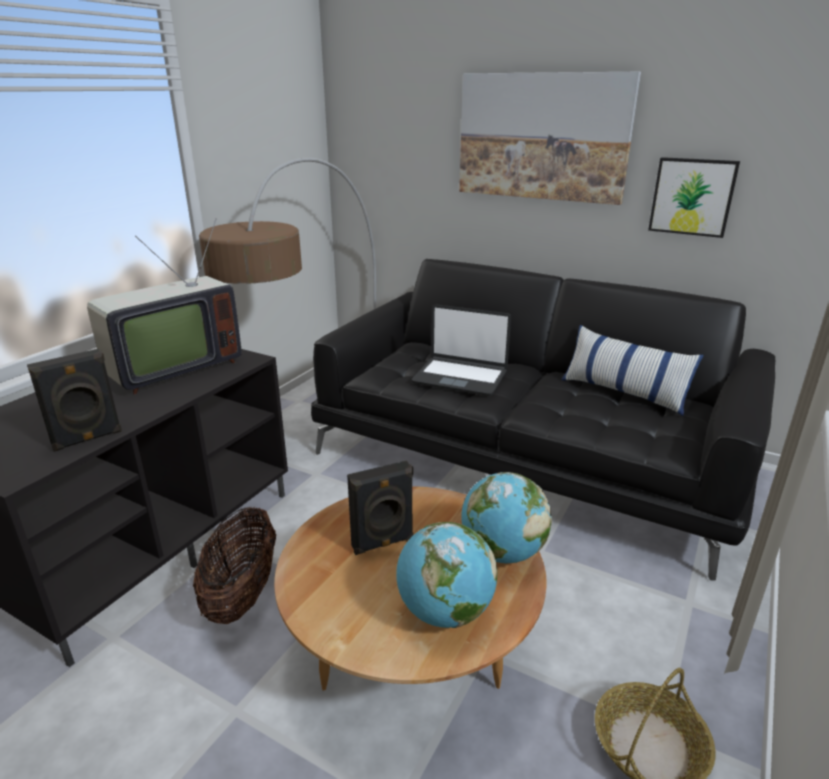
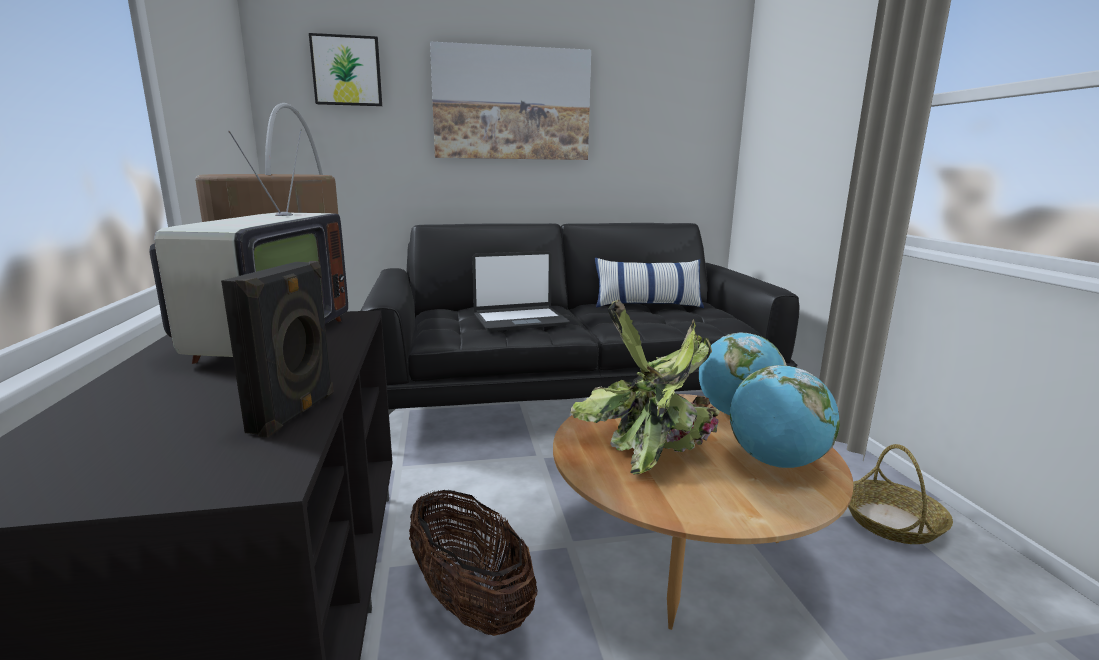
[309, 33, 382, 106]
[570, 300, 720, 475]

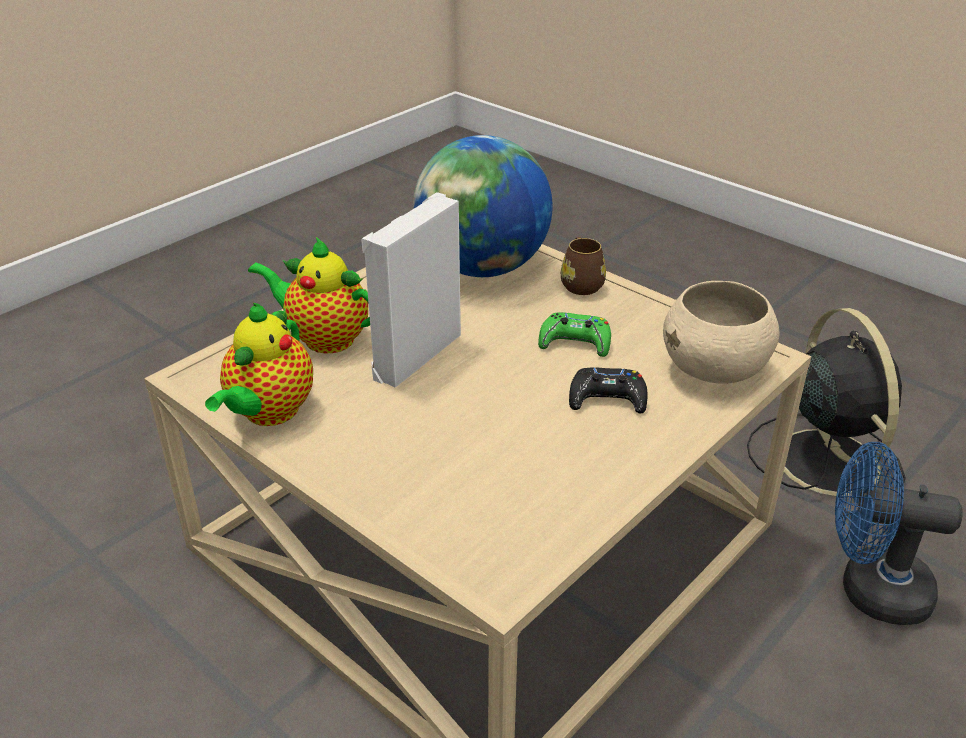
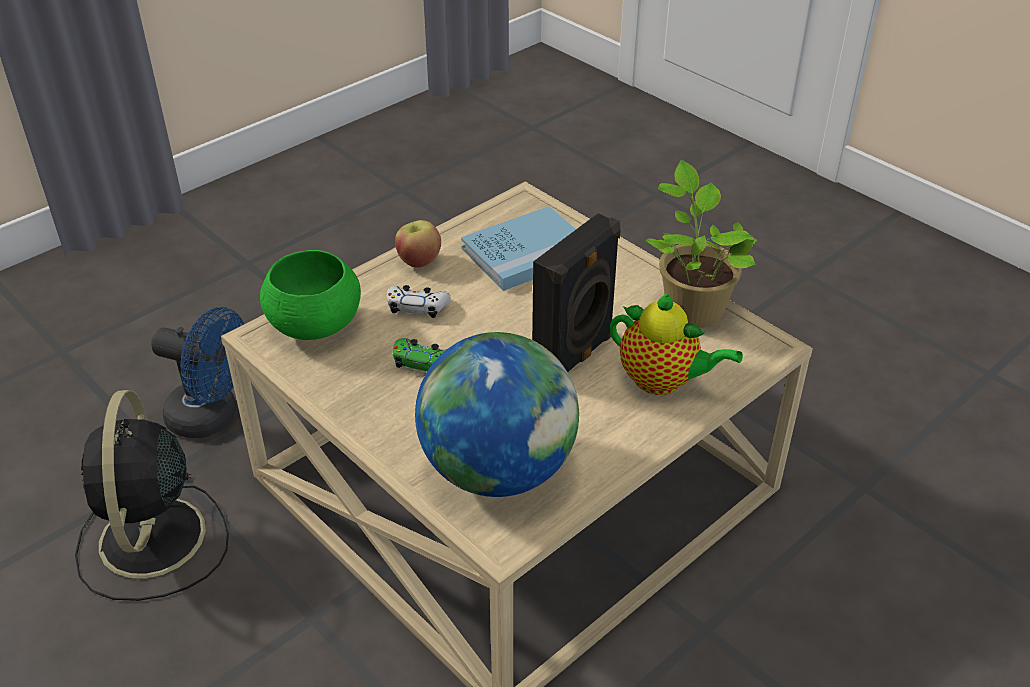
[532, 213, 621, 372]
[561, 237, 606, 295] (first image)
[260, 250, 361, 340]
[646, 160, 757, 328]
[387, 285, 451, 318]
[461, 206, 576, 291]
[395, 220, 441, 268]

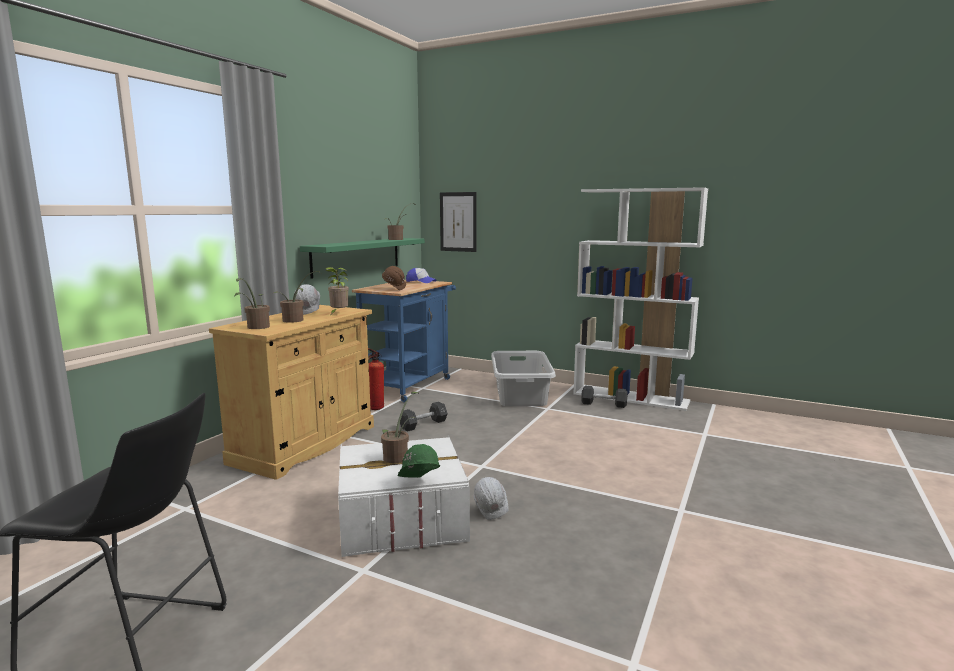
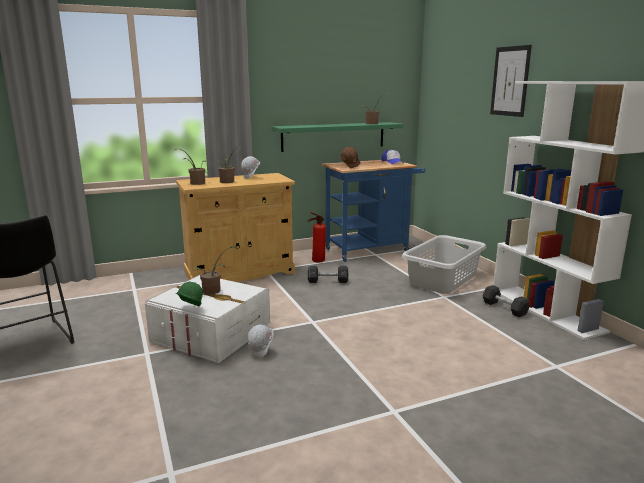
[490, 45, 532, 117]
[325, 267, 349, 314] (first image)

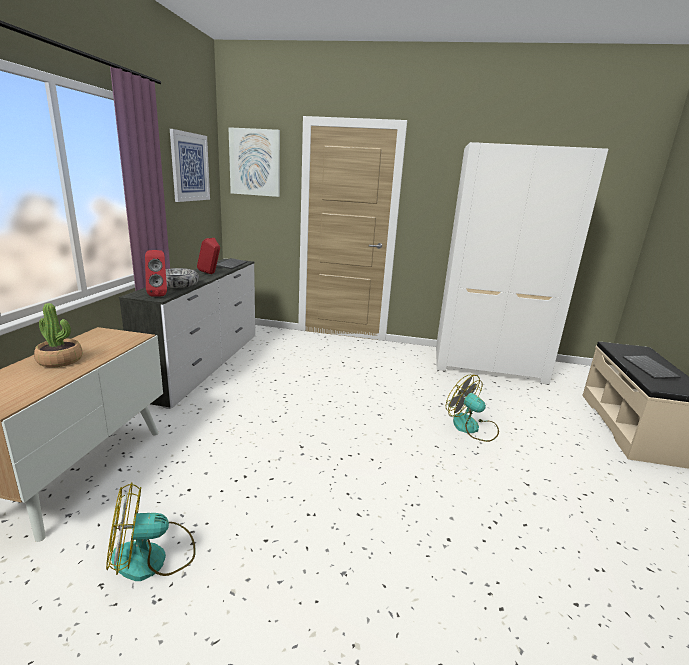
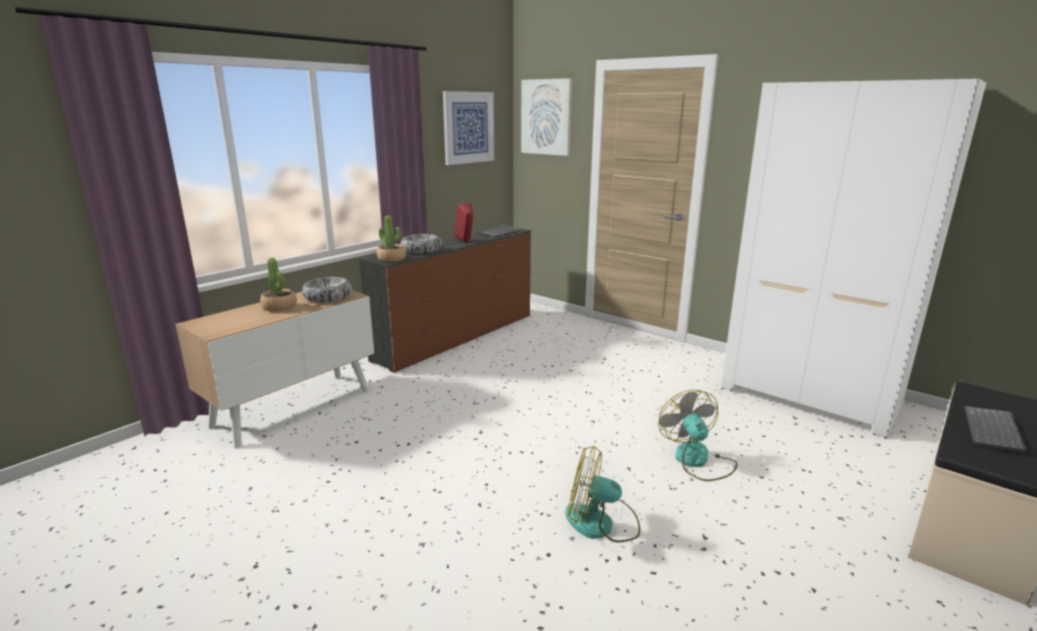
[377, 216, 406, 262]
[358, 226, 531, 373]
[565, 446, 640, 542]
[302, 277, 352, 302]

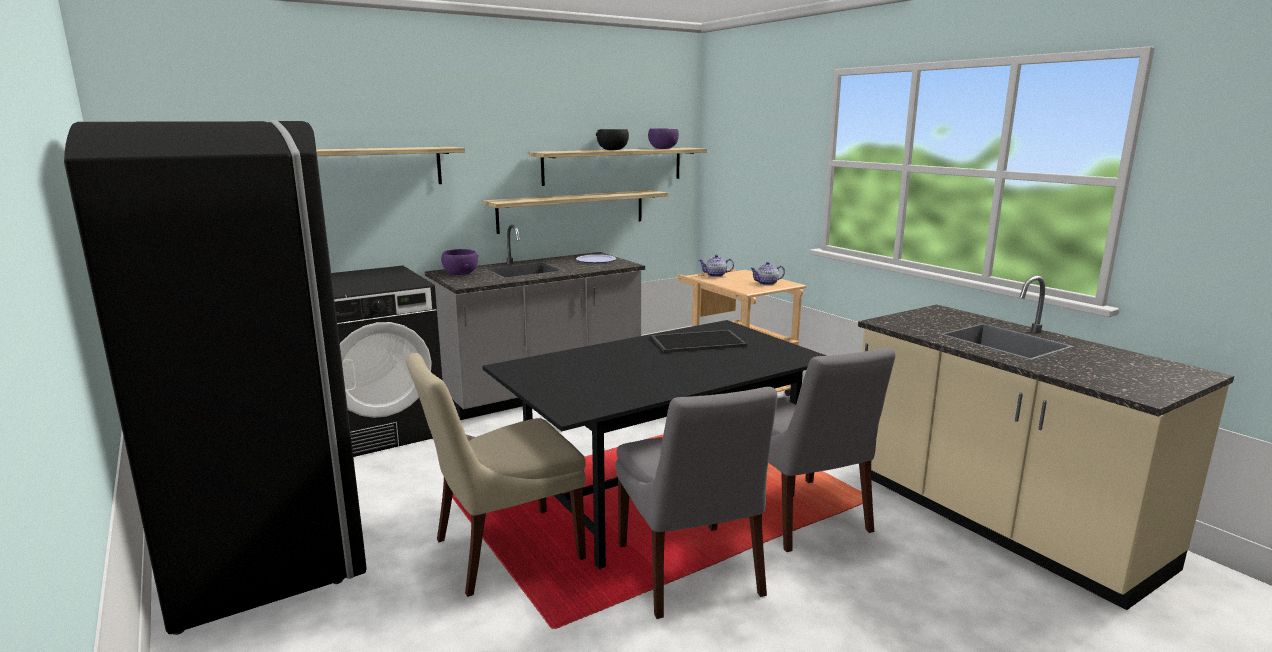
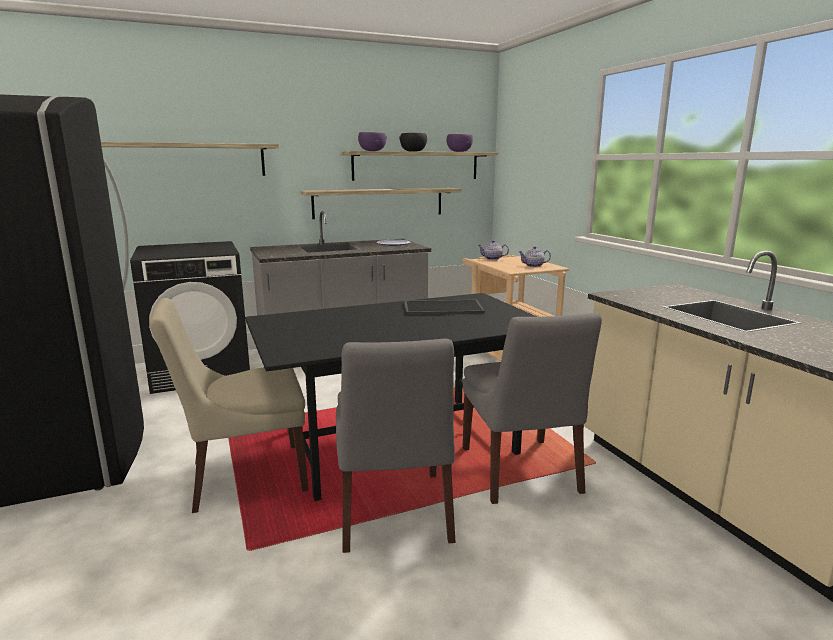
[358, 132, 387, 151]

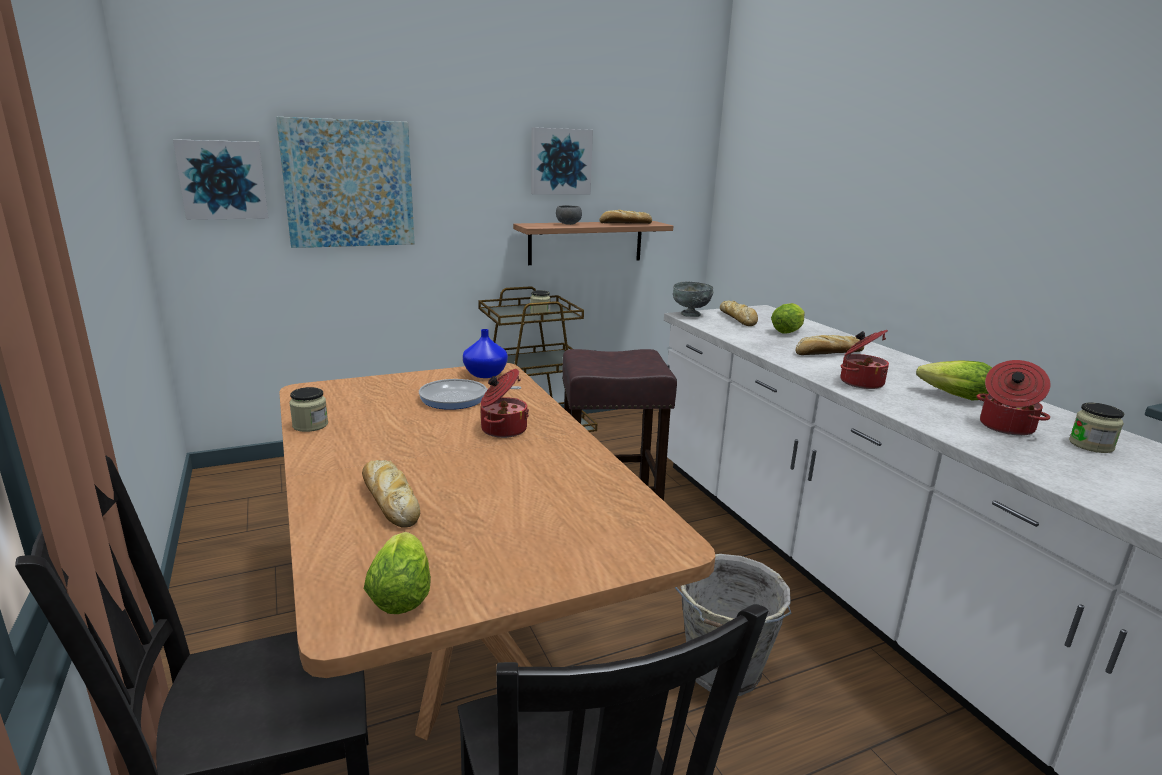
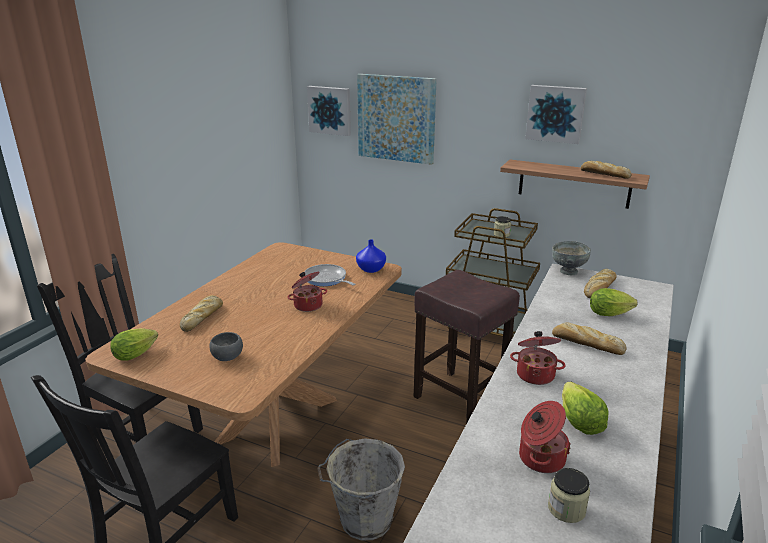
[209, 332, 243, 361]
[289, 387, 328, 432] (first image)

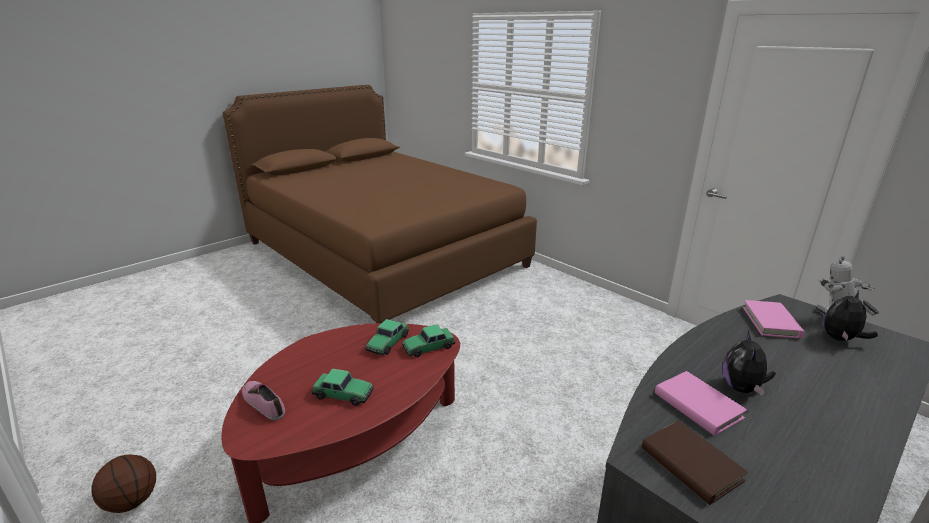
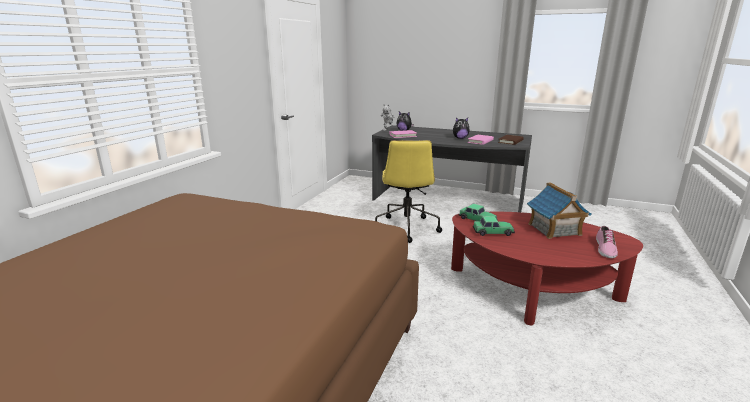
[527, 182, 591, 239]
[91, 454, 156, 513] (first image)
[375, 140, 442, 243]

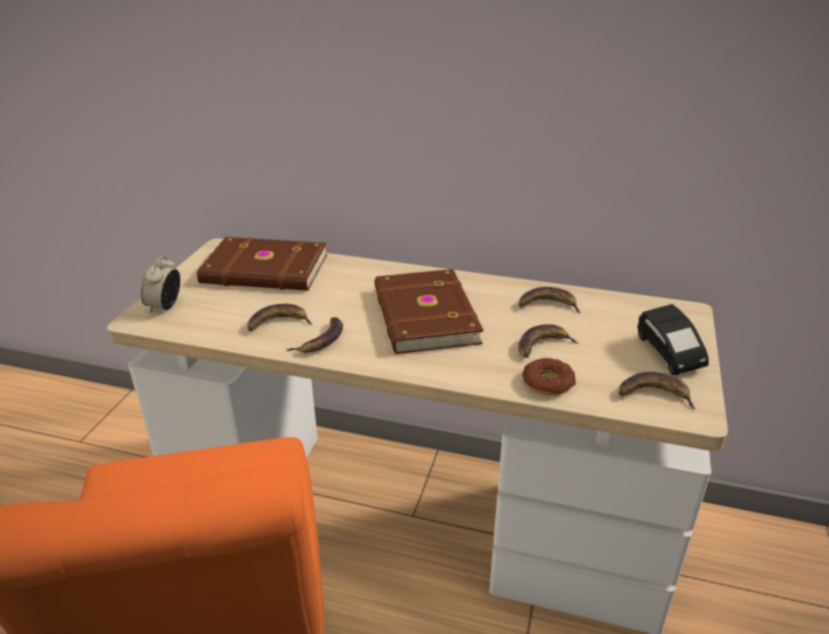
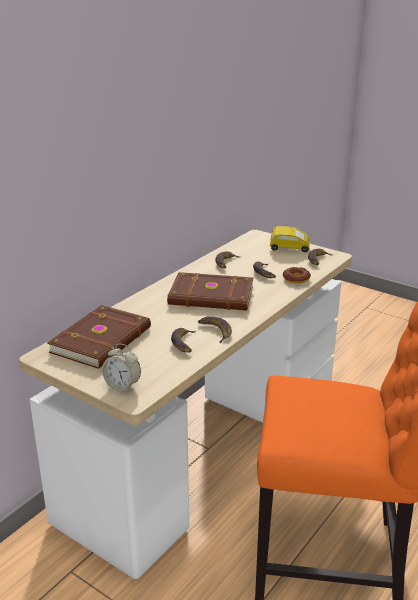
[270, 226, 310, 252]

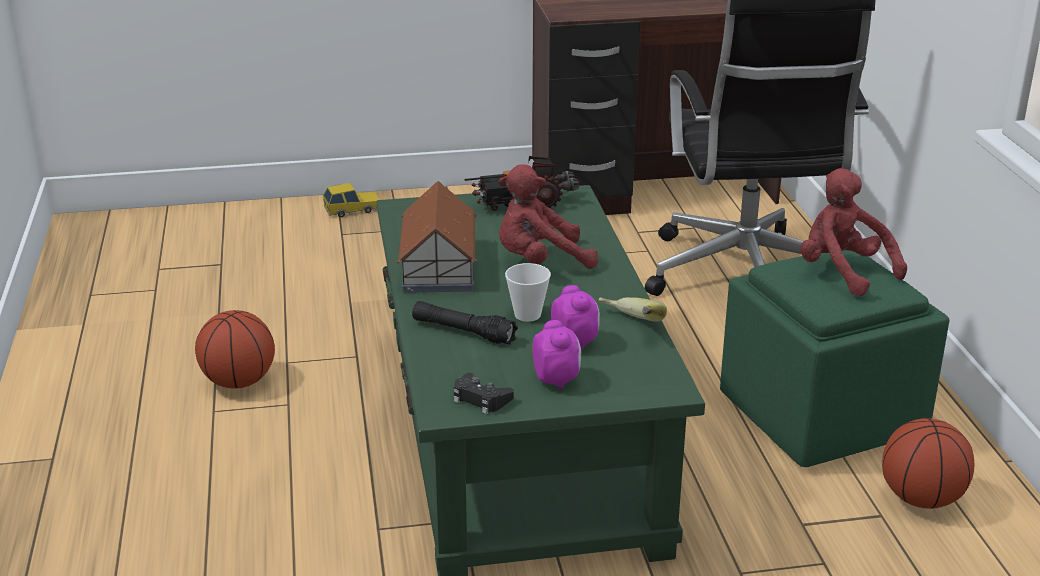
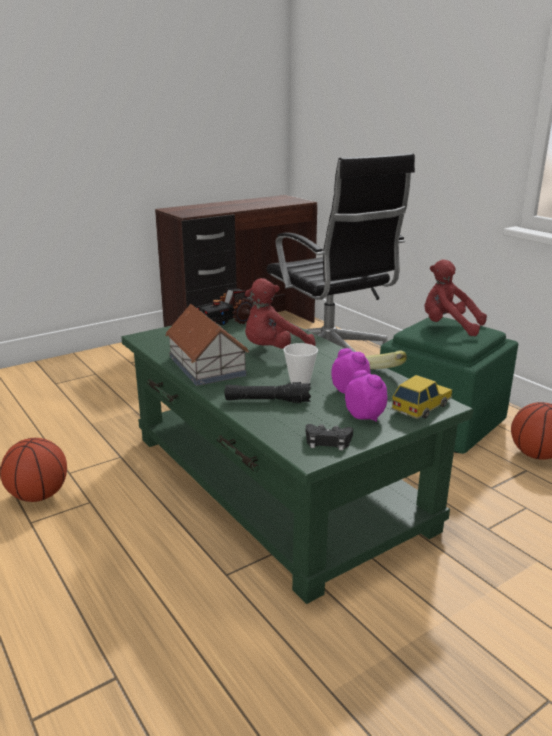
[391, 375, 453, 419]

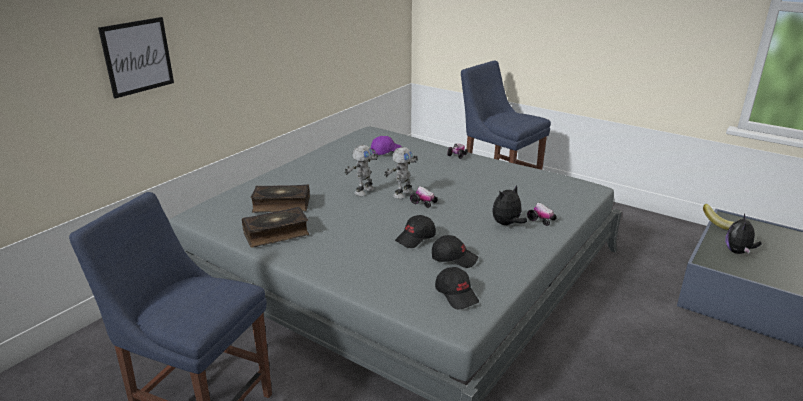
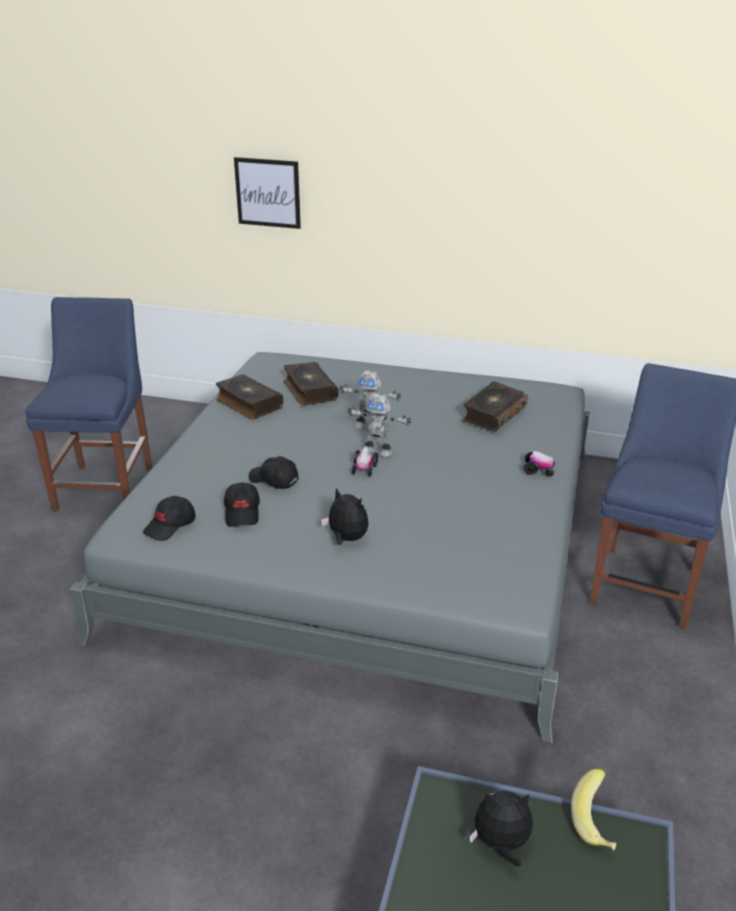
[462, 381, 528, 432]
[527, 202, 556, 226] (first image)

